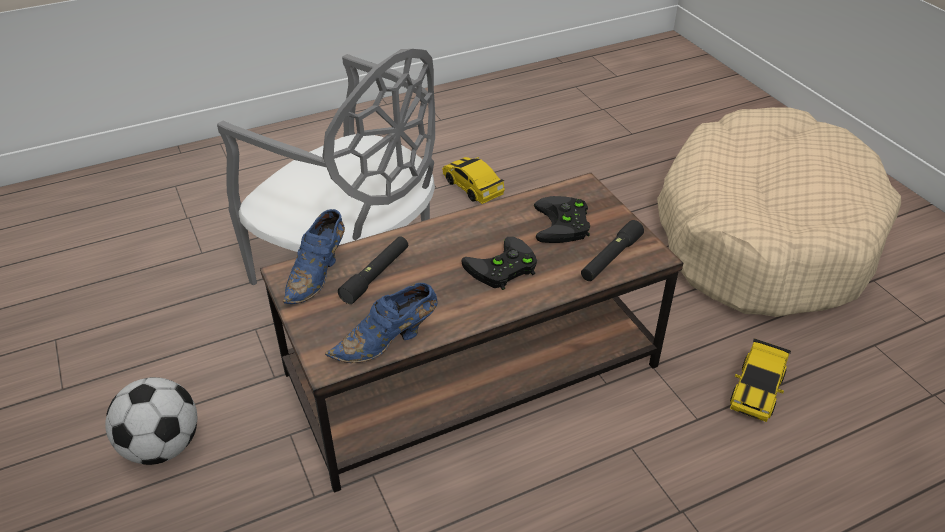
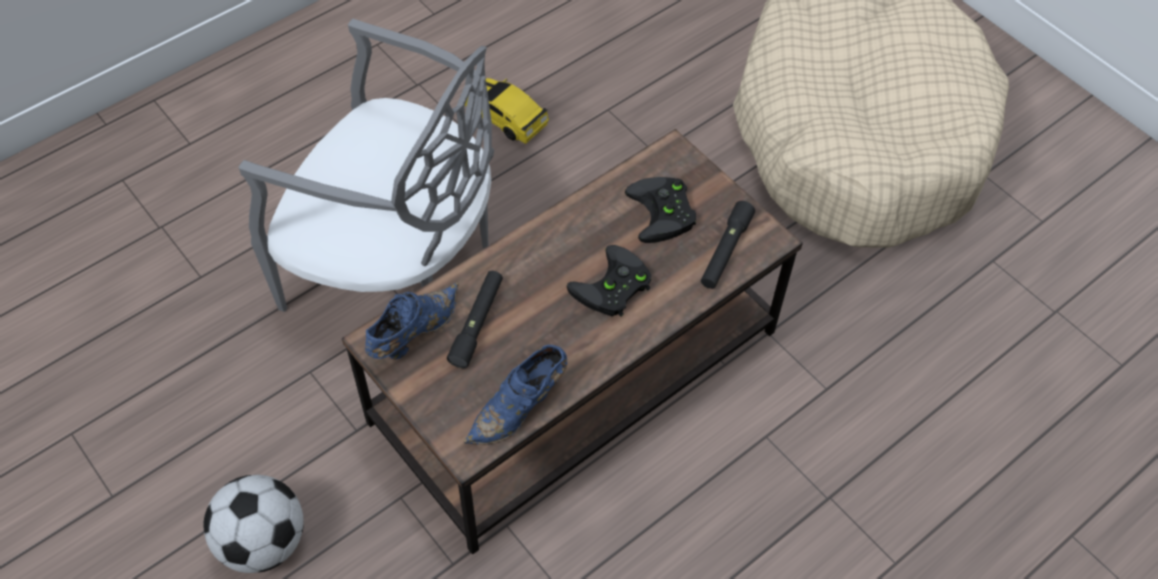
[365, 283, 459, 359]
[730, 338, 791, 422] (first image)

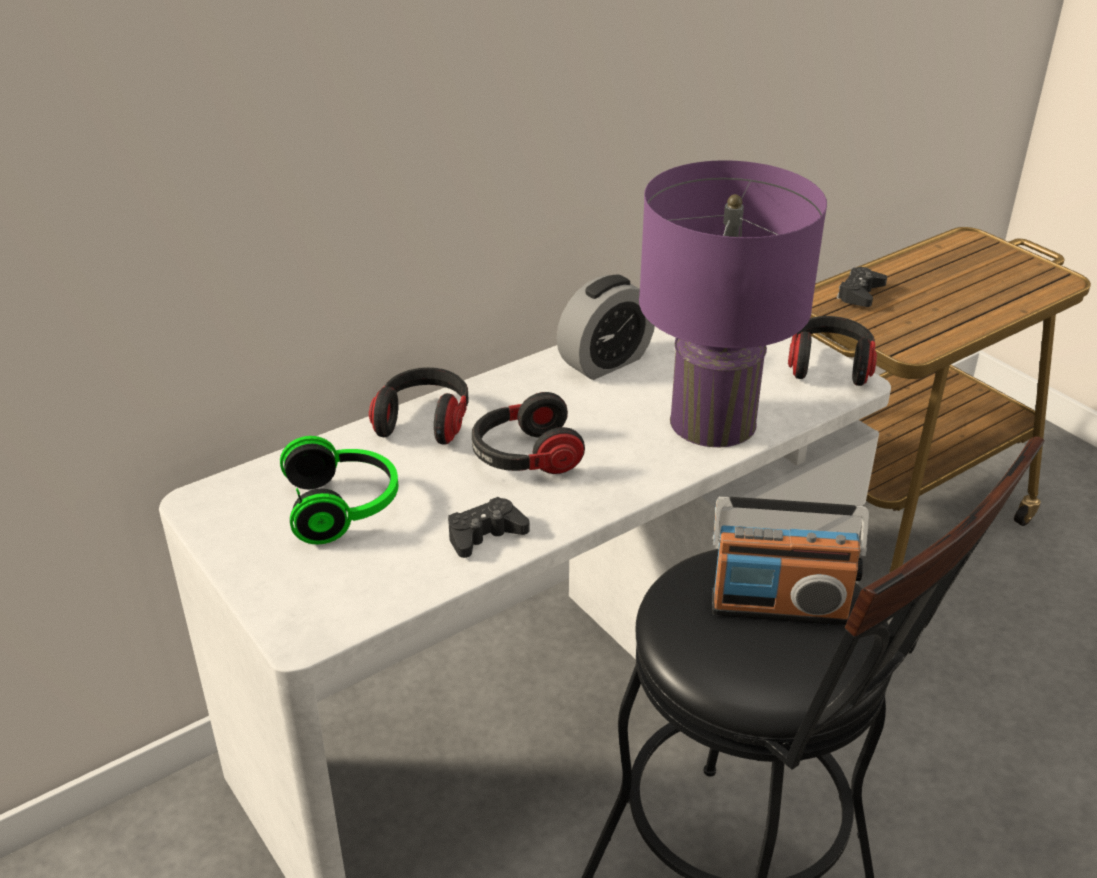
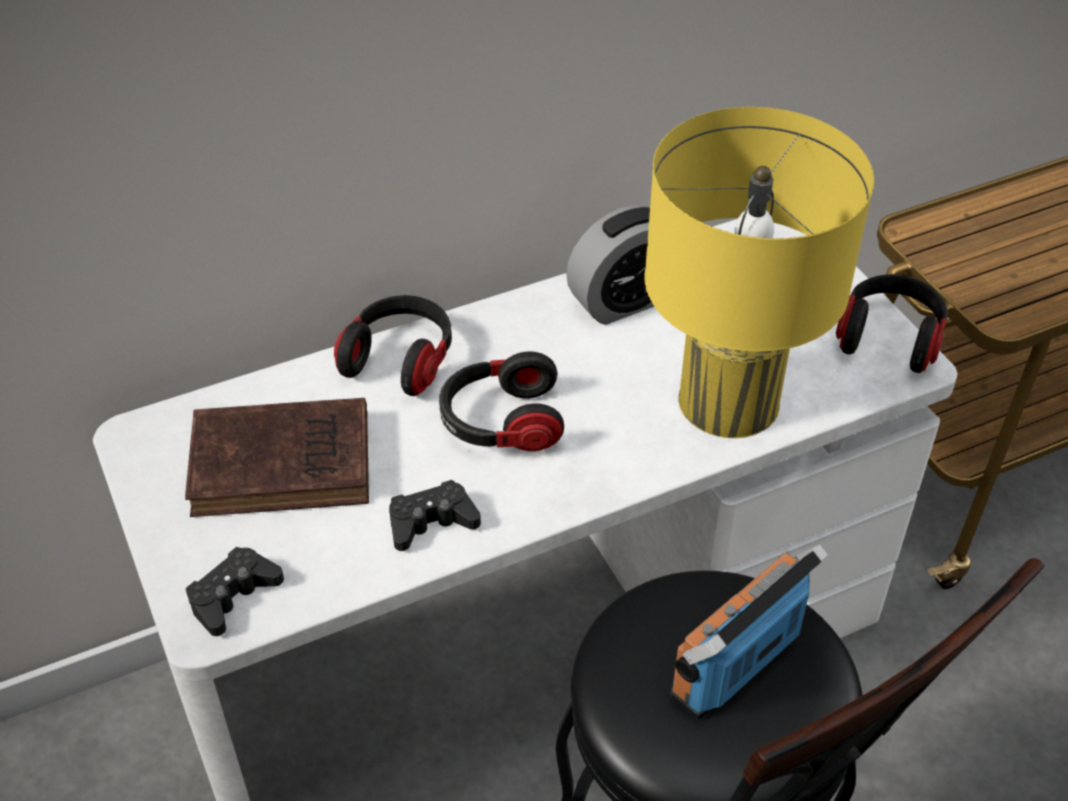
[645, 107, 874, 438]
[186, 547, 284, 636]
[185, 398, 369, 517]
[670, 545, 828, 719]

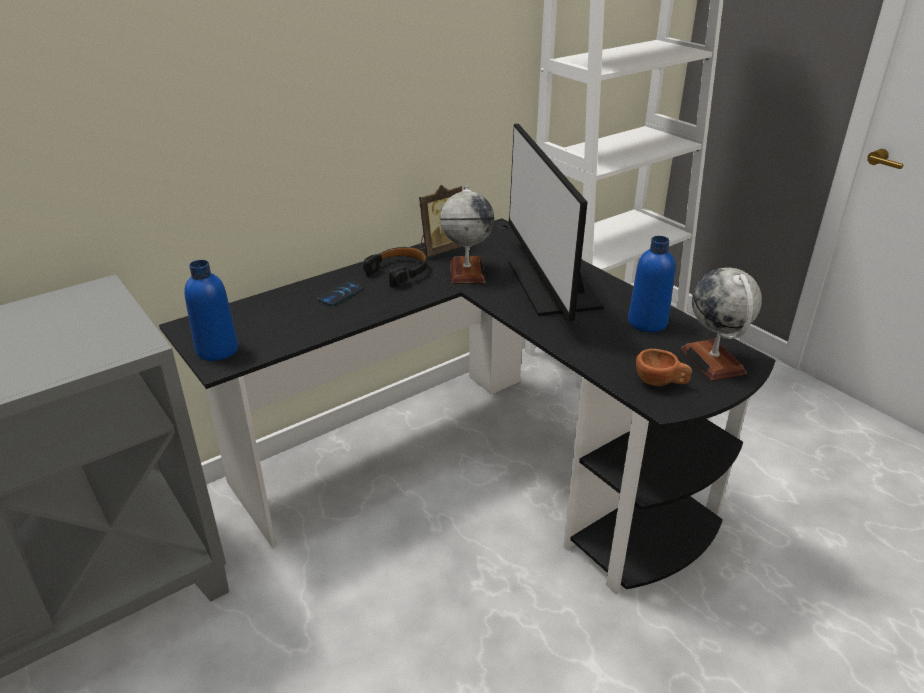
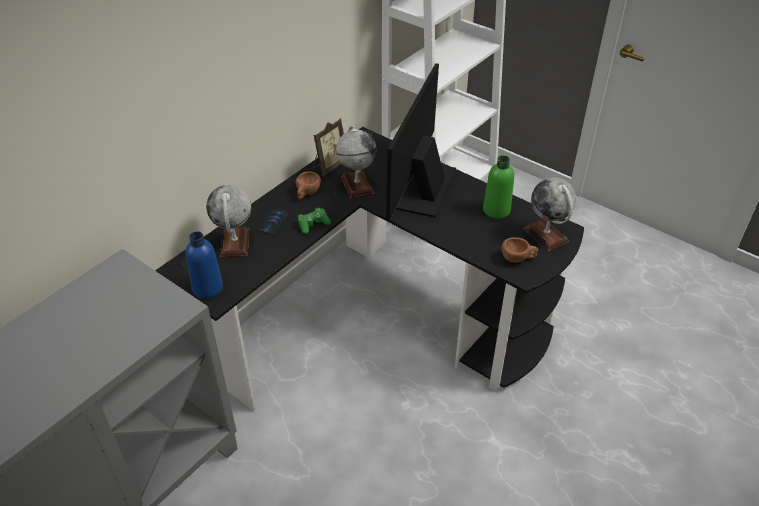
[386, 63, 456, 221]
[483, 155, 514, 219]
[296, 172, 321, 199]
[206, 185, 251, 257]
[298, 207, 331, 234]

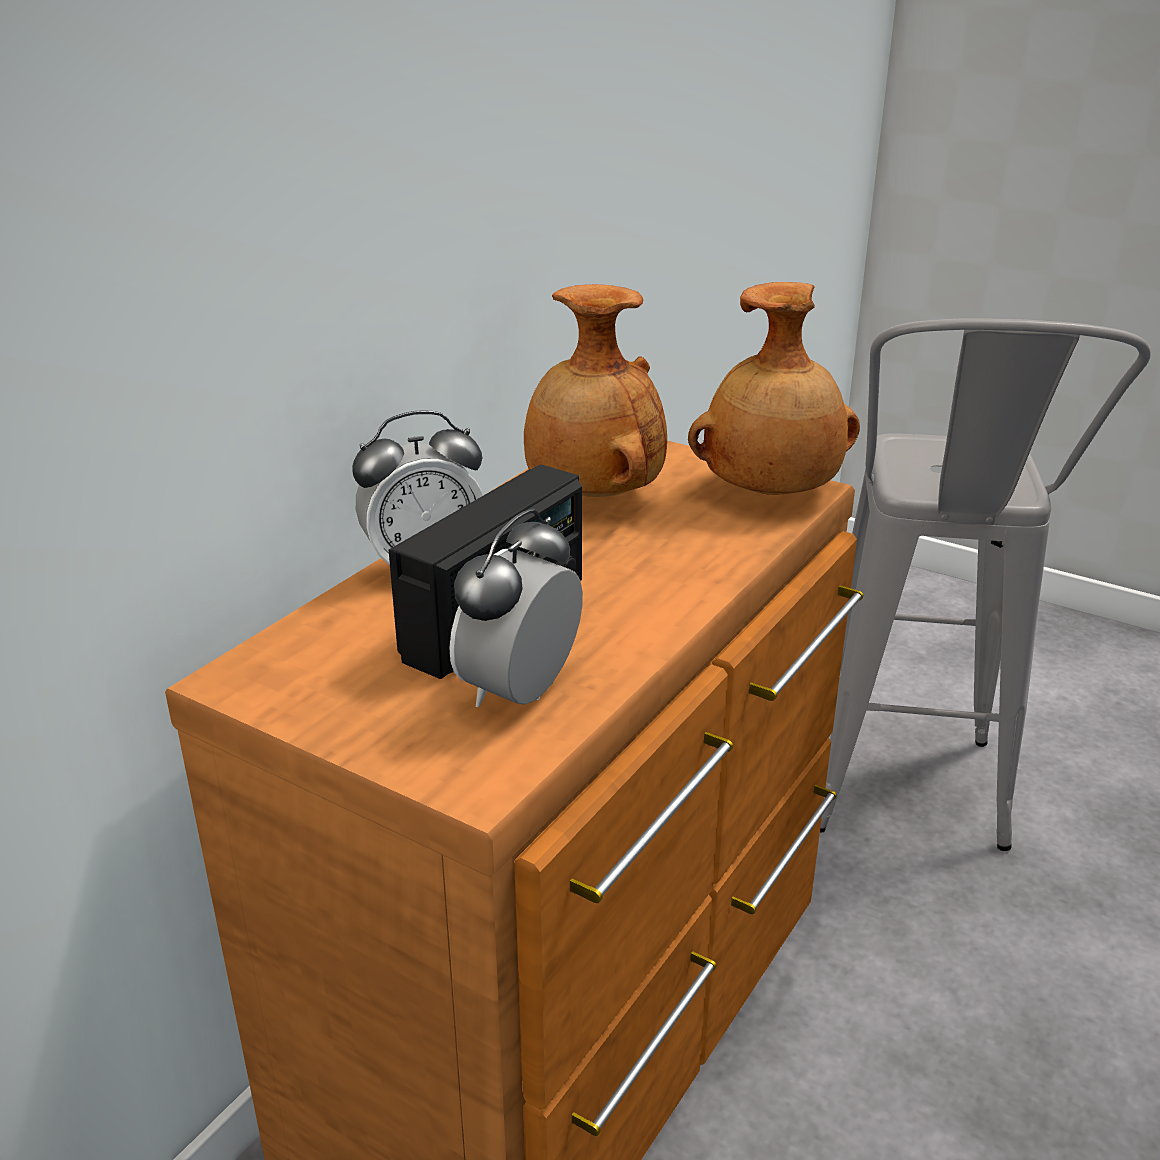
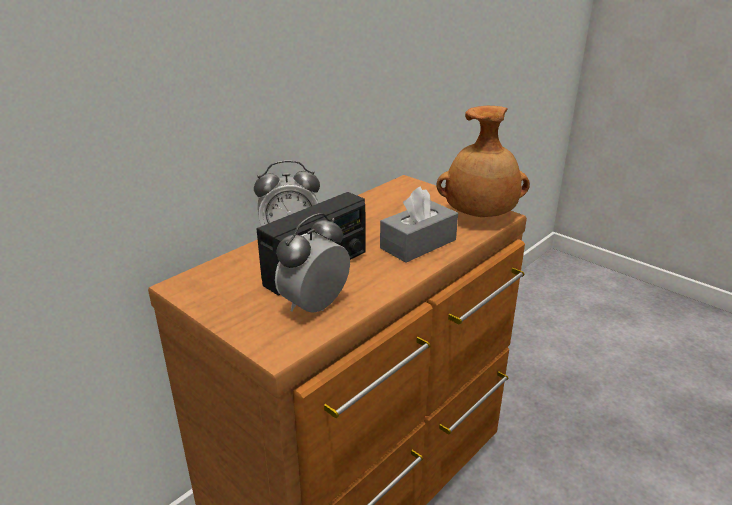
[524, 284, 667, 497] (first image)
[820, 318, 1151, 851] (first image)
[380, 186, 458, 263]

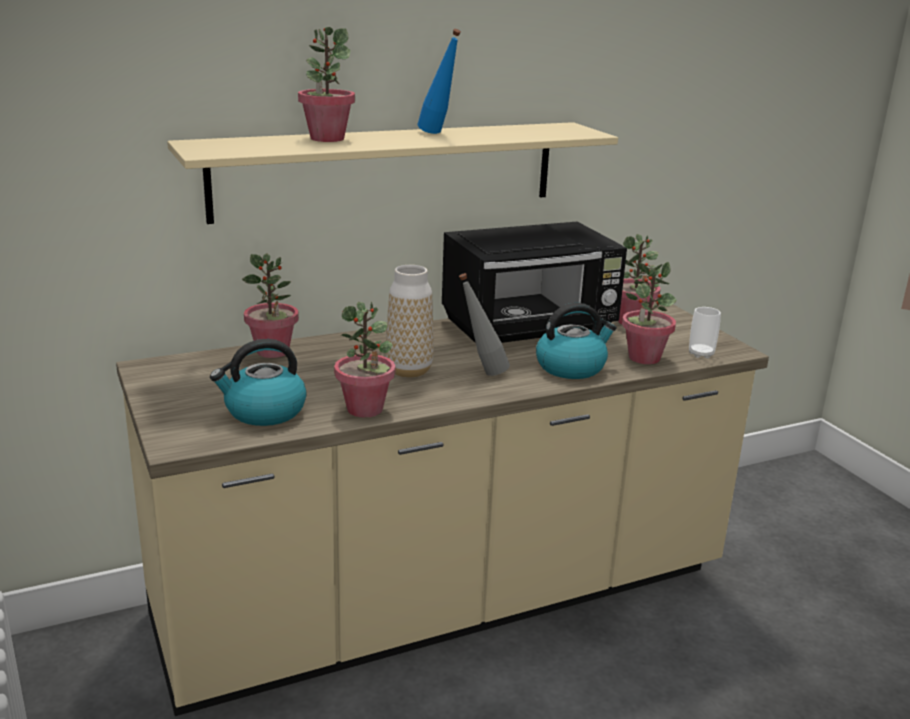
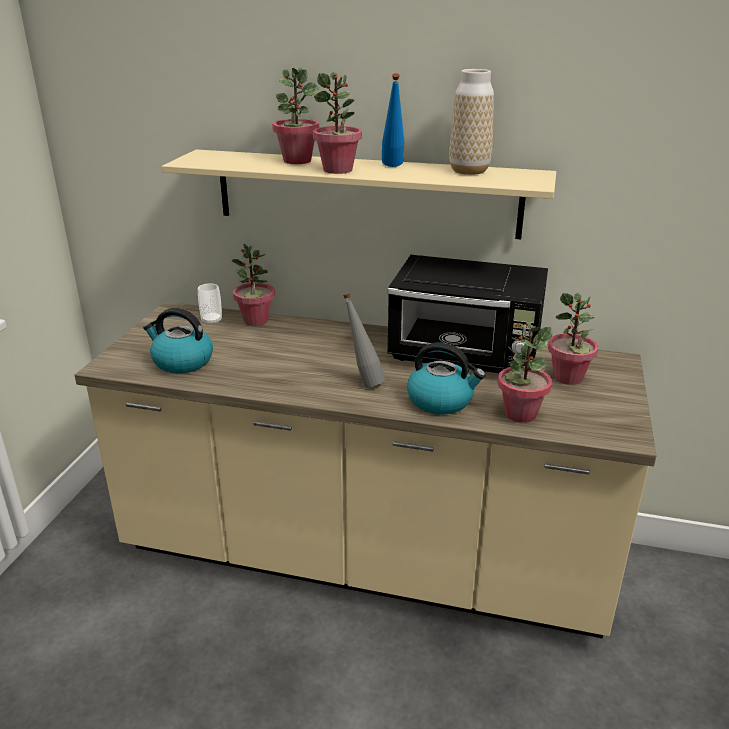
[449, 69, 494, 175]
[313, 72, 362, 174]
[198, 283, 222, 325]

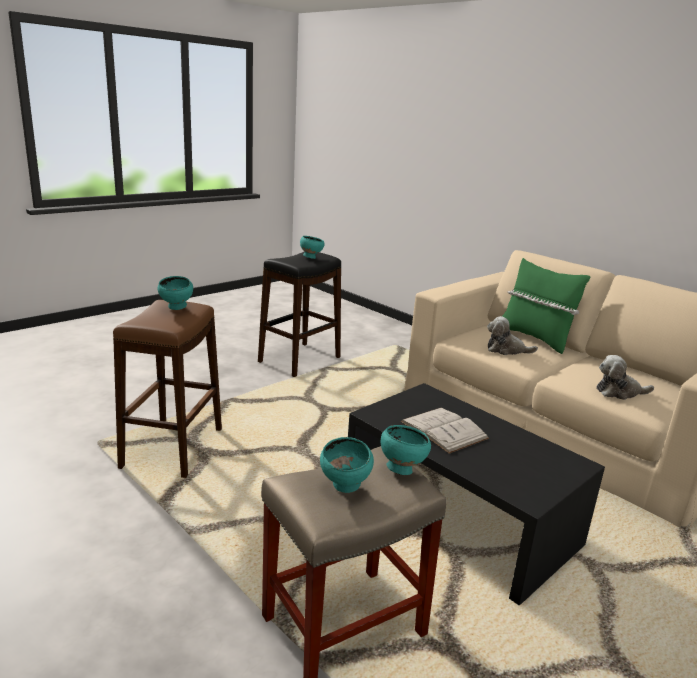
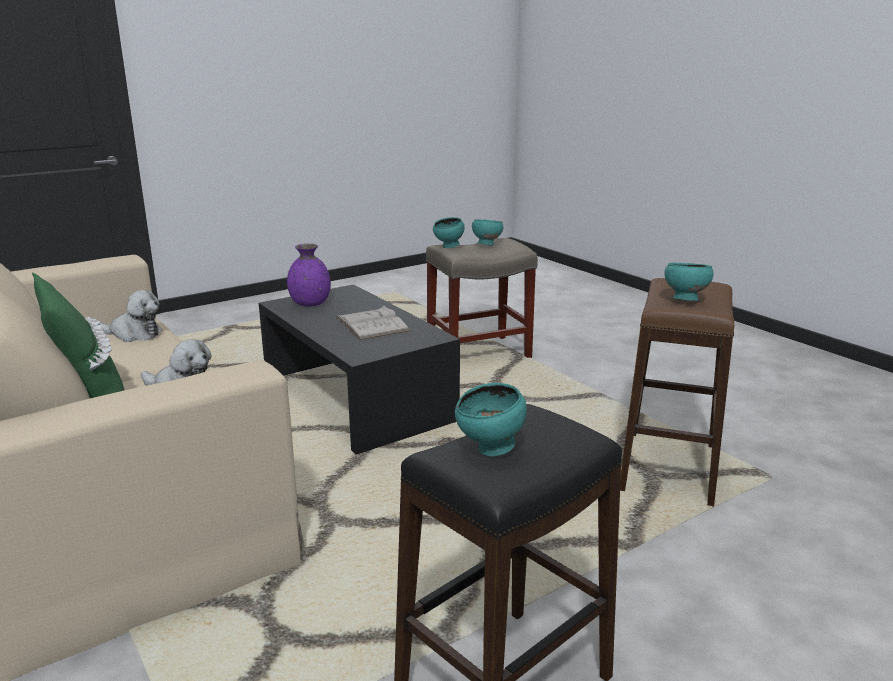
[287, 243, 331, 307]

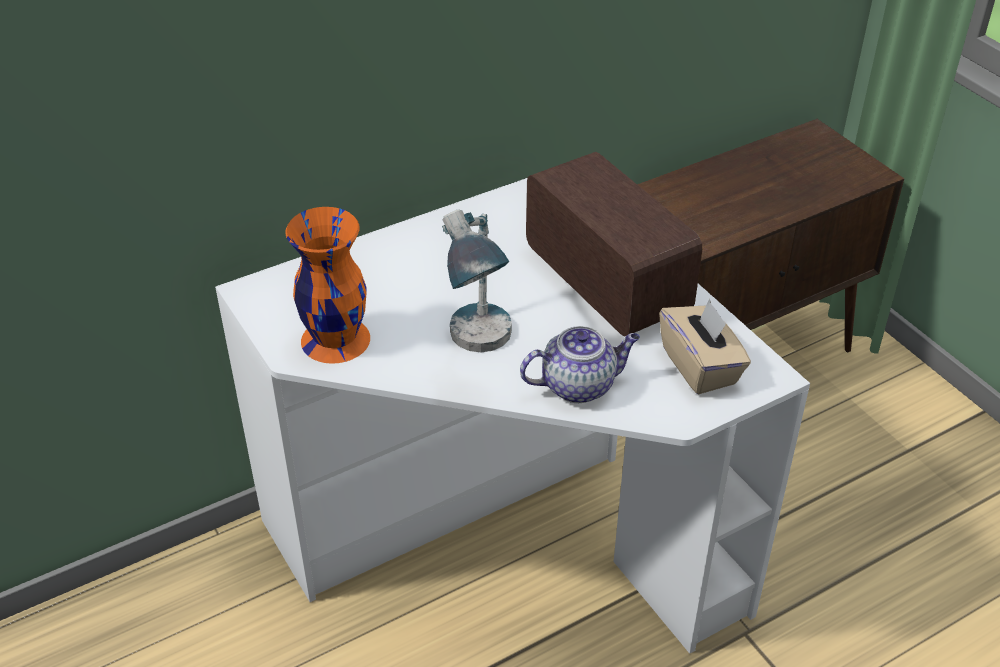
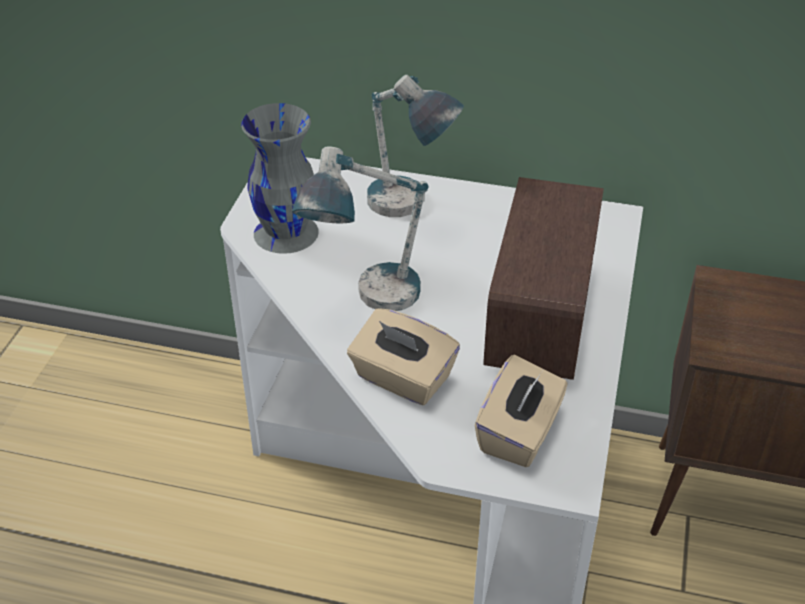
[241, 103, 319, 254]
[347, 308, 460, 405]
[367, 75, 464, 217]

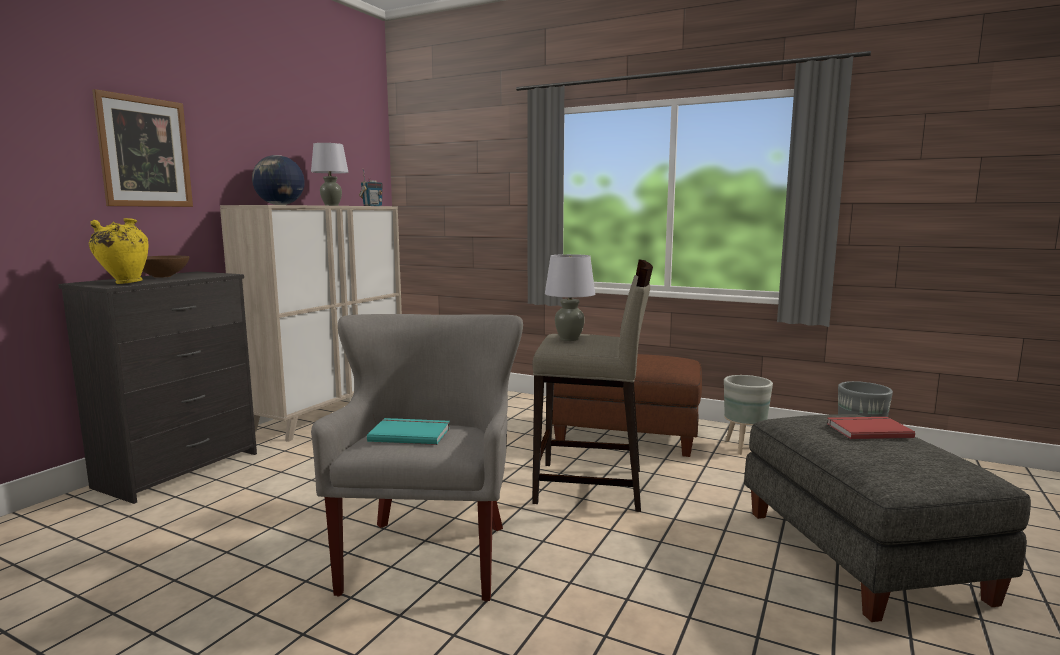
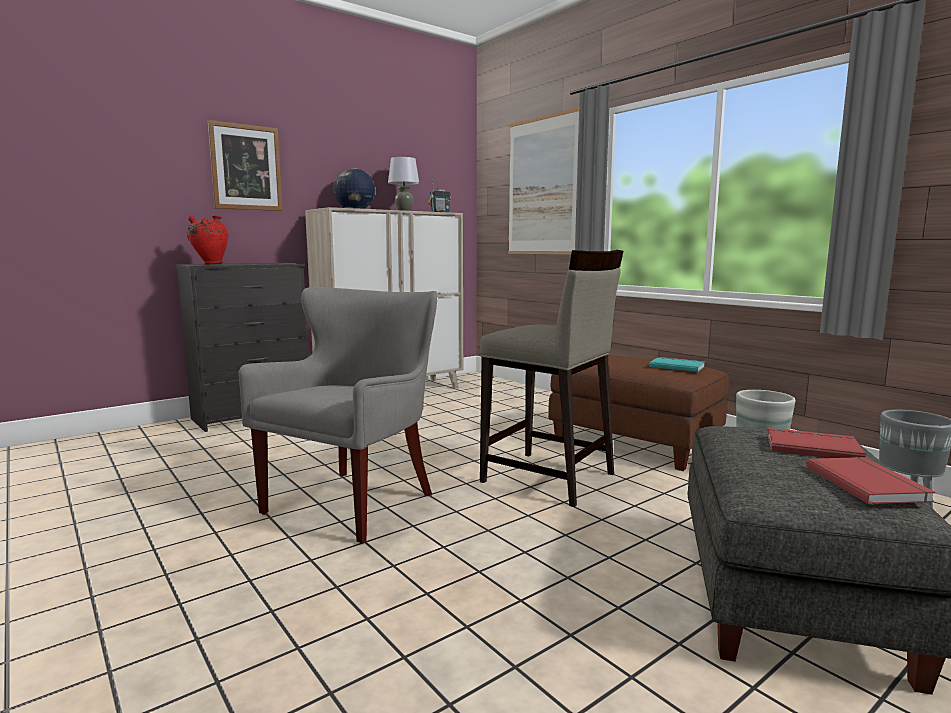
[187, 215, 229, 265]
[545, 254, 595, 341] (first image)
[142, 256, 190, 278] (first image)
[649, 357, 705, 372]
[508, 107, 579, 254]
[806, 457, 936, 504]

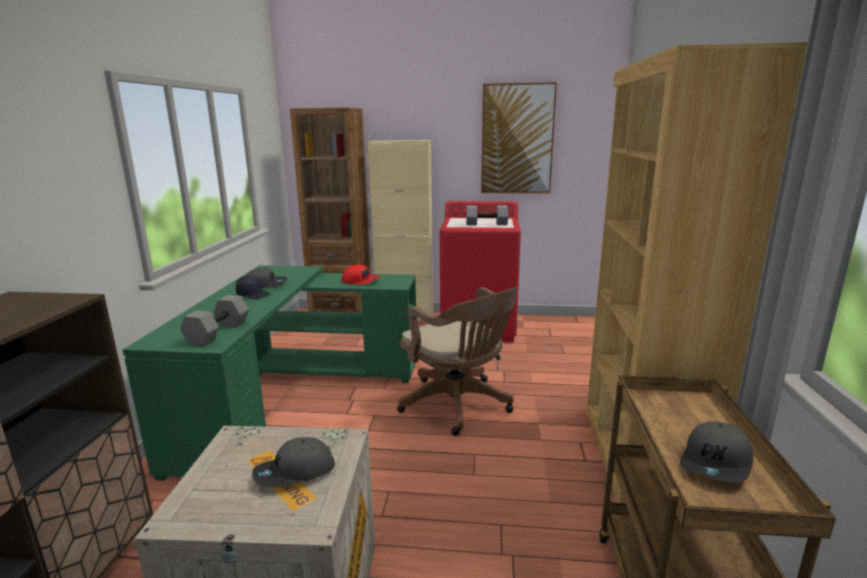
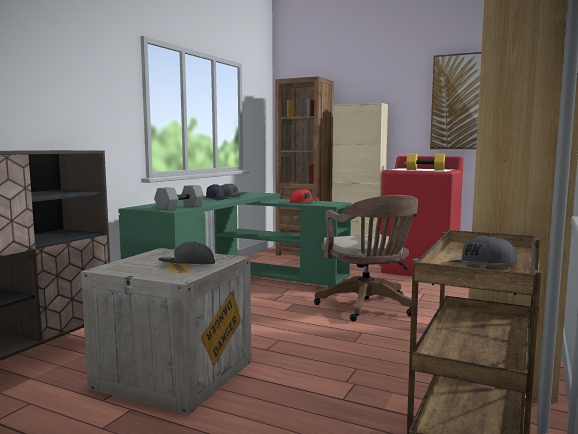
[406, 154, 445, 171]

